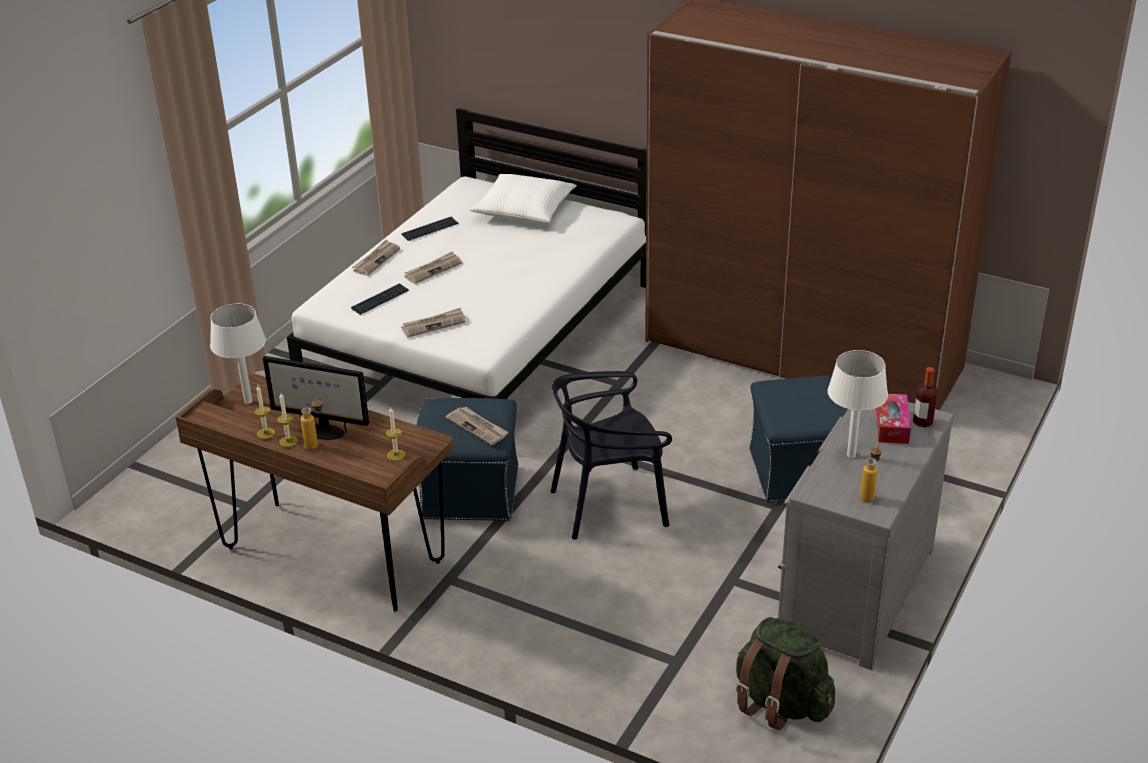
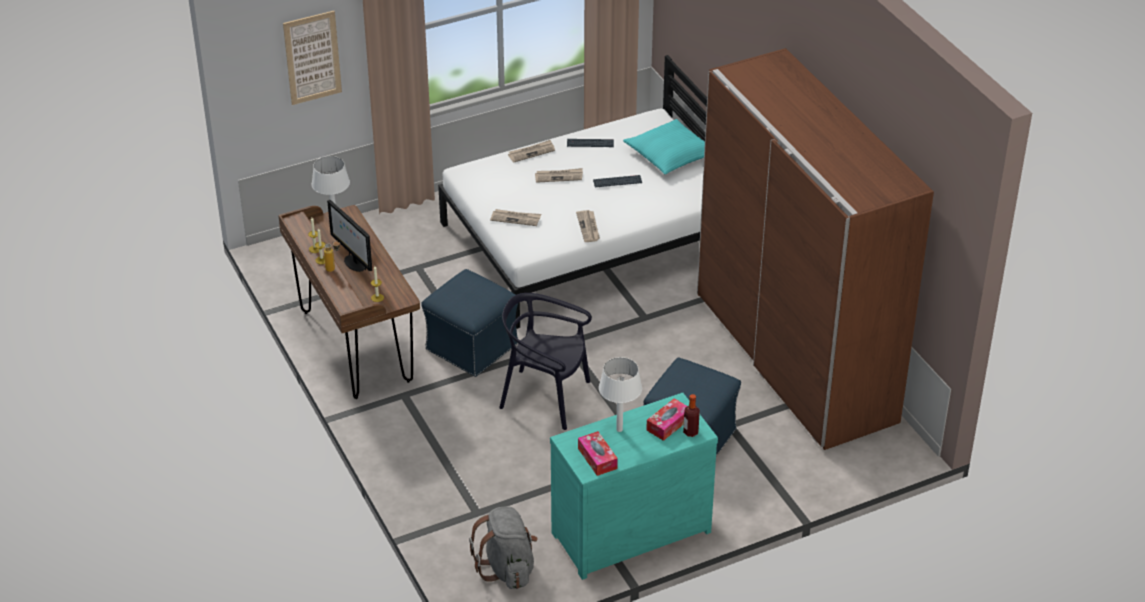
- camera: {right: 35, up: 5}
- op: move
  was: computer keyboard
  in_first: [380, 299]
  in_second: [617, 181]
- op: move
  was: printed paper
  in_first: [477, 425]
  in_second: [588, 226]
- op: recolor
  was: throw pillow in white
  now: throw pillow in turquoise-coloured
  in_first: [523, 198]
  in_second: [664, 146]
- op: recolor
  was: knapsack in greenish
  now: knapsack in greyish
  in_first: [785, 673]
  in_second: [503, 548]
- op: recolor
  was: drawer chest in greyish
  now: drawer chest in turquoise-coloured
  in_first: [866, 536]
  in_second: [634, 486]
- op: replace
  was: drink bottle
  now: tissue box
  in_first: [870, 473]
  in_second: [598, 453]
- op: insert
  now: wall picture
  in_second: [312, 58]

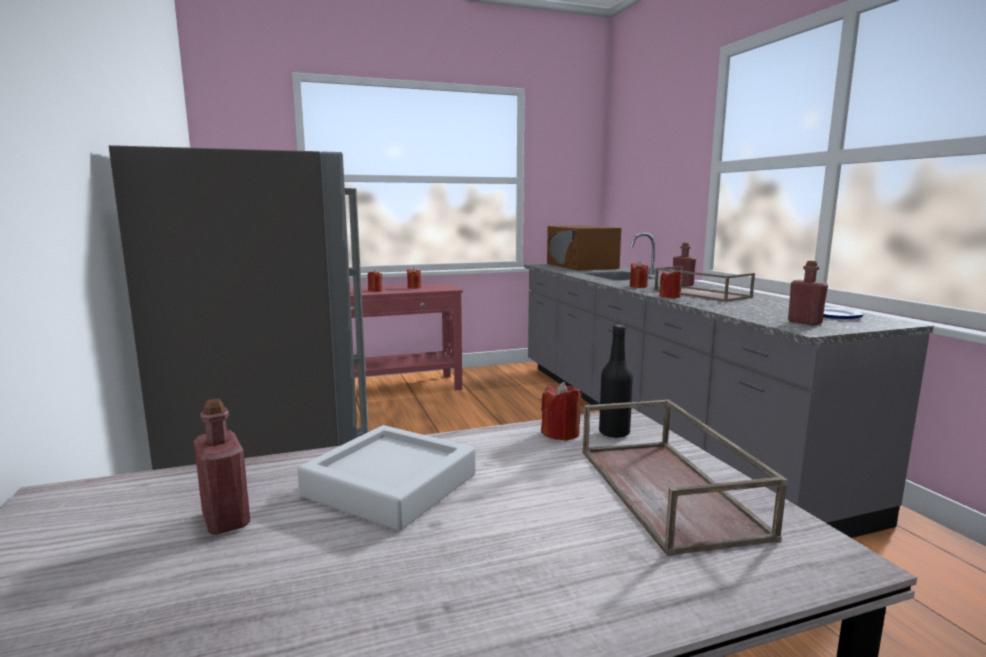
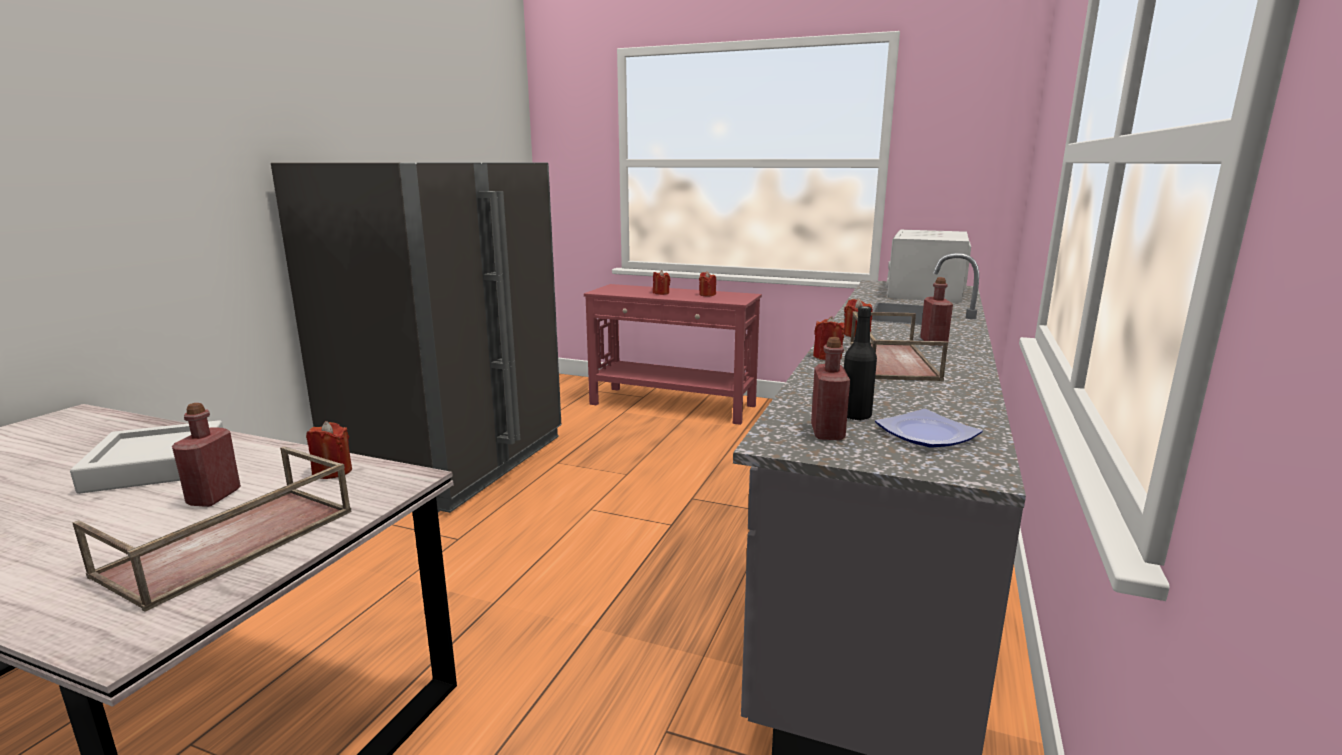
- camera: {right: 40, up: 5}
- op: move
  was: drink bottle in red
  in_first: [222, 467]
  in_second: [206, 455]
- op: recolor
  was: kitchen microwave in brownish
  now: kitchen microwave in white
  in_first: [584, 248]
  in_second: [929, 266]
- op: move
  was: drink bottle in black
  in_first: [616, 381]
  in_second: [860, 363]

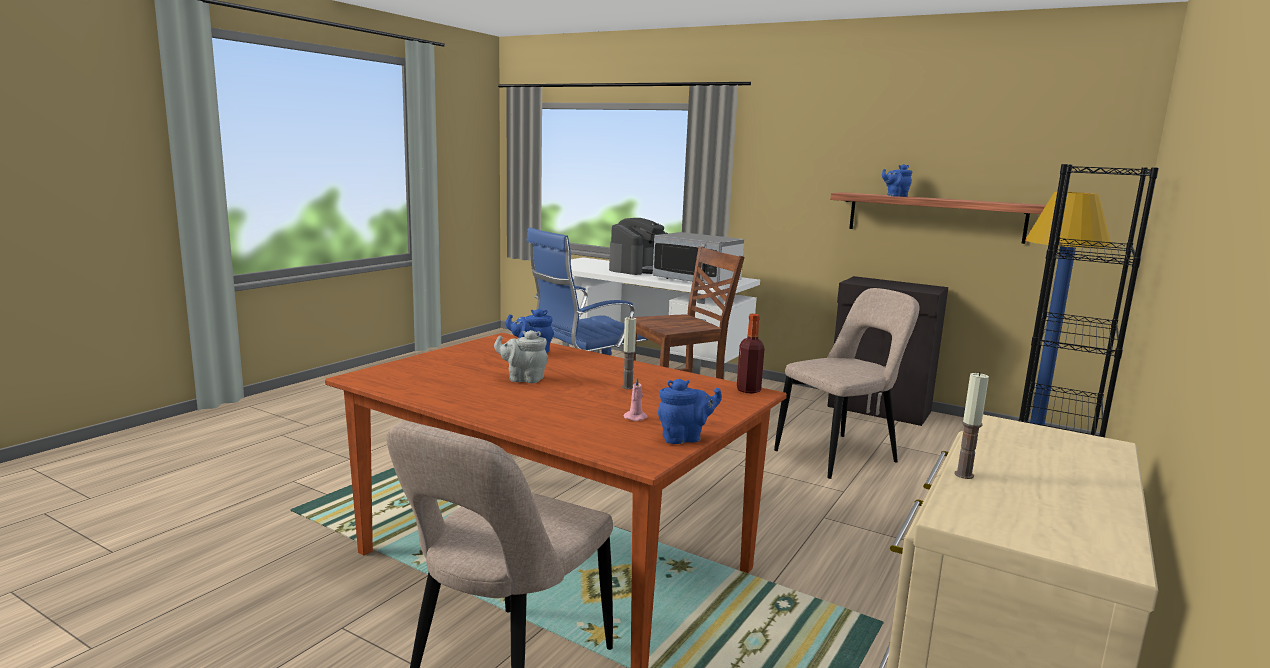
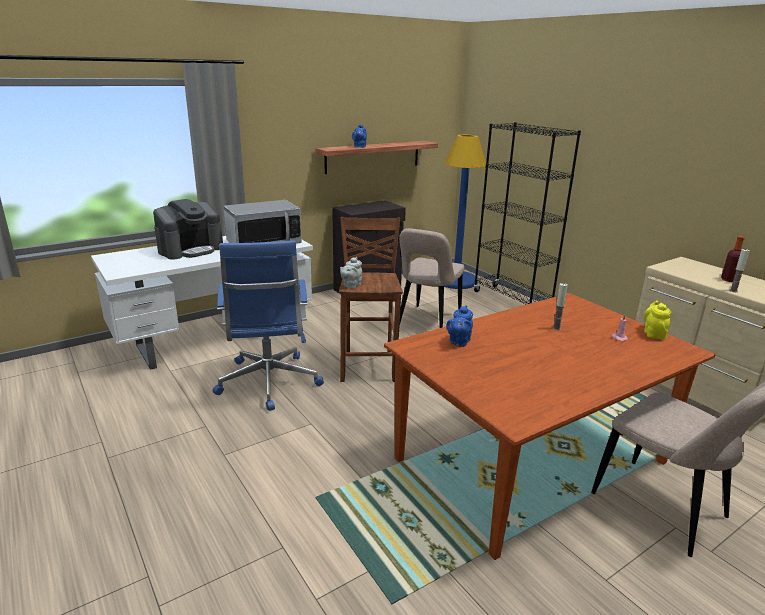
- camera: {right: -65, up: 10}
- op: move
  was: teapot in greyish
  in_first: [521, 356]
  in_second: [351, 273]
- op: rotate
  was: coffee machine
  in_first: [638, 246]
  in_second: [188, 229]
  clockwise: 75
- op: recolor
  was: teapot in blue-coloured
  now: teapot in yellow
  in_first: [690, 411]
  in_second: [657, 319]
- op: move
  was: drink bottle
  in_first: [751, 353]
  in_second: [733, 259]
- op: rotate
  was: upright chair in sand-coloured
  in_first: [846, 383]
  in_second: [431, 278]
  clockwise: -150

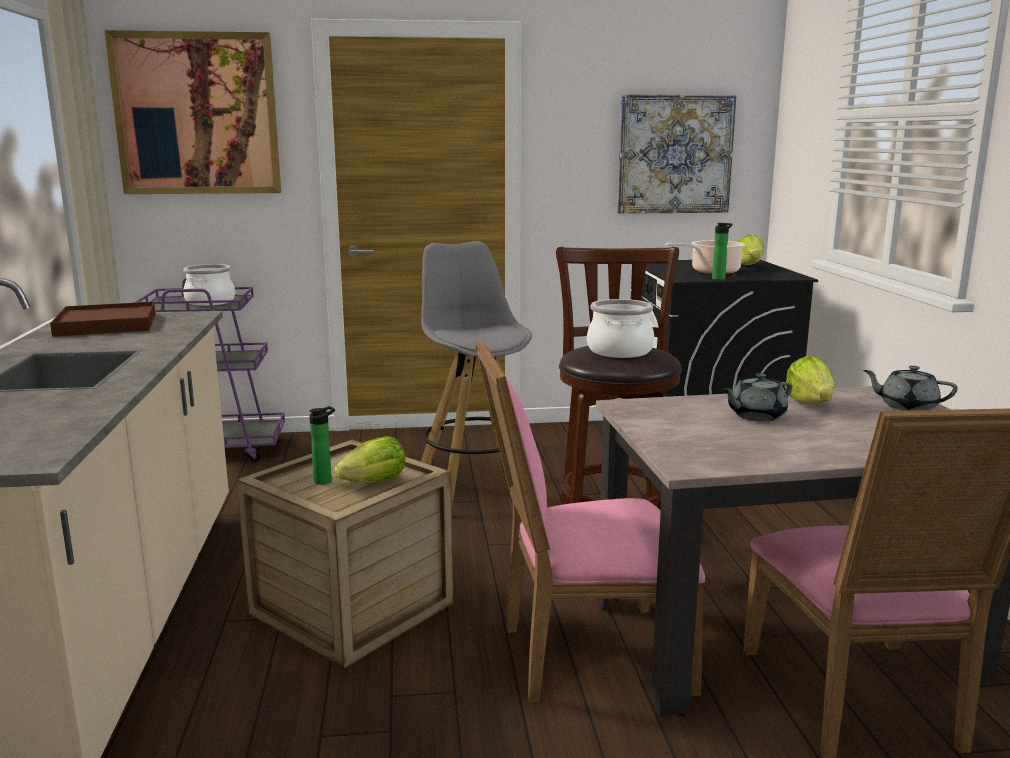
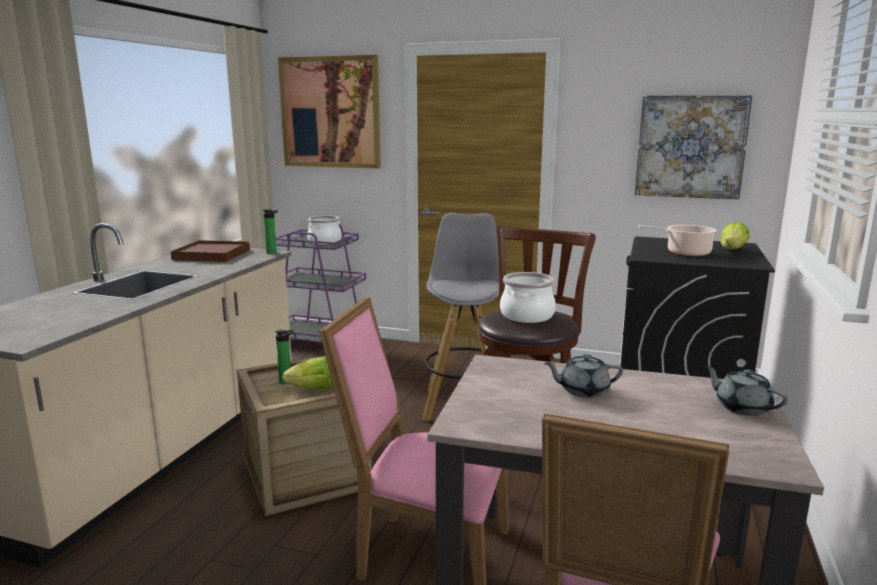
- camera: {right: 25, up: 0}
- op: move
  was: drink bottle
  in_first: [722, 251]
  in_second: [270, 232]
- op: delete
  was: lettuce
  in_first: [810, 380]

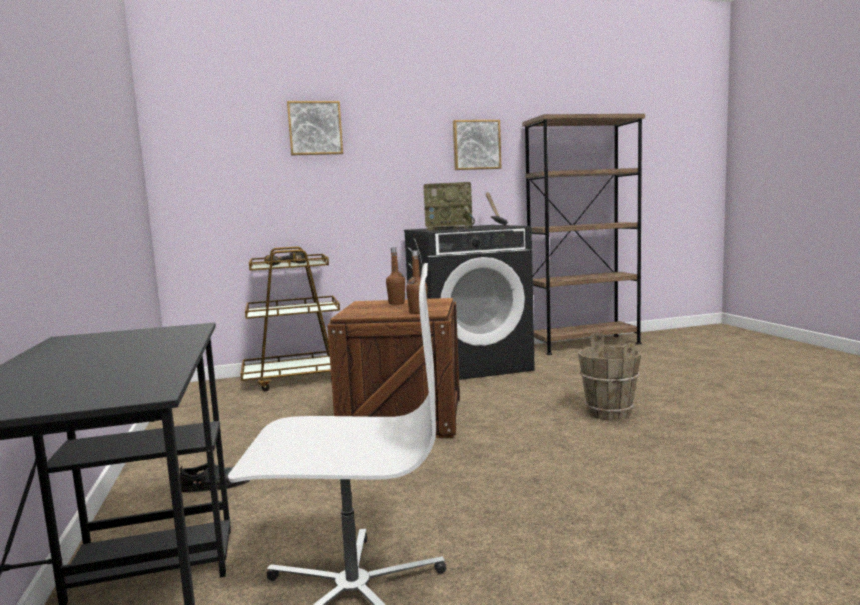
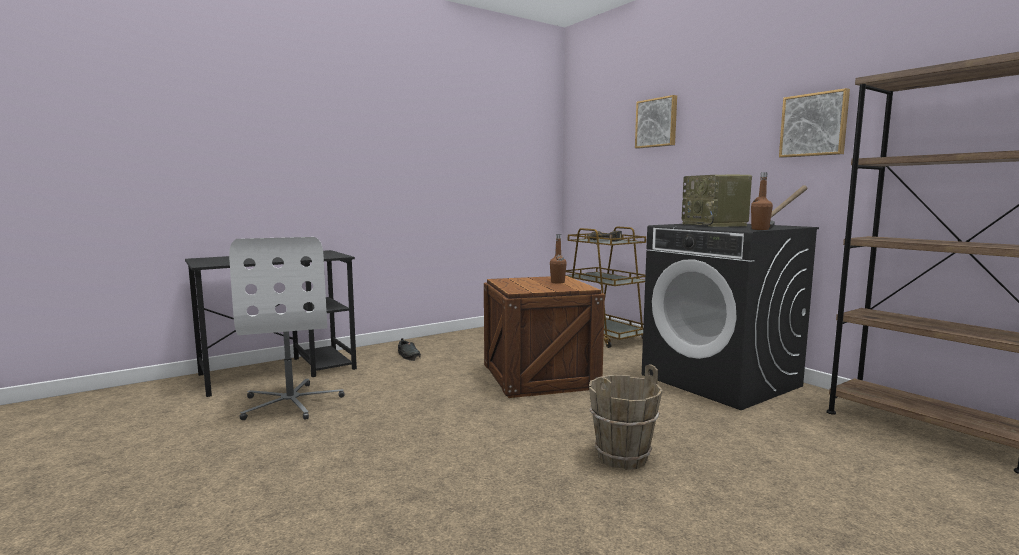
- camera: {right: 70, up: 0}
- op: move
  was: drink bottle in brownish
  in_first: [417, 282]
  in_second: [762, 201]

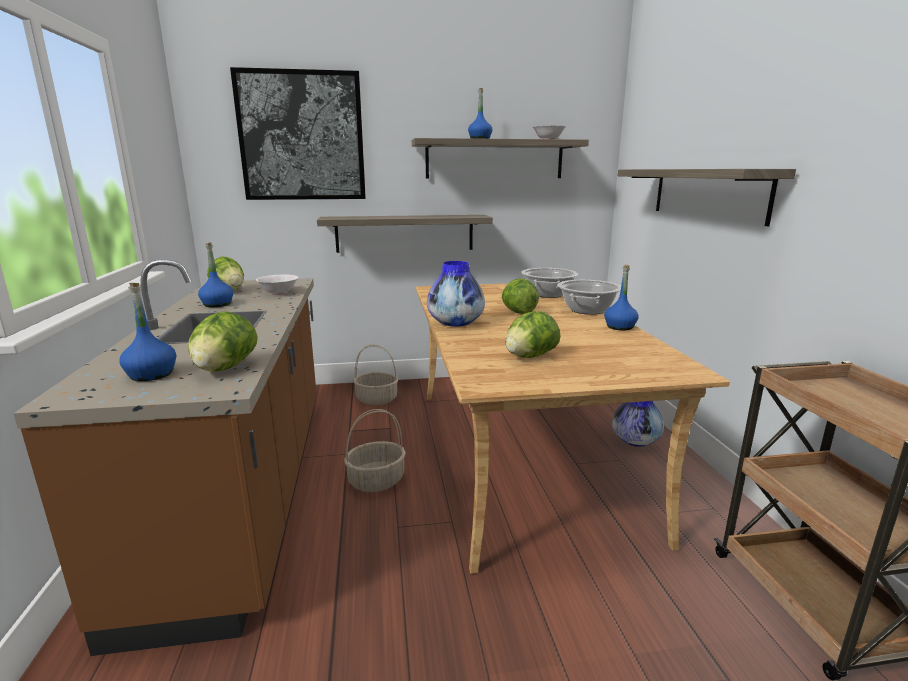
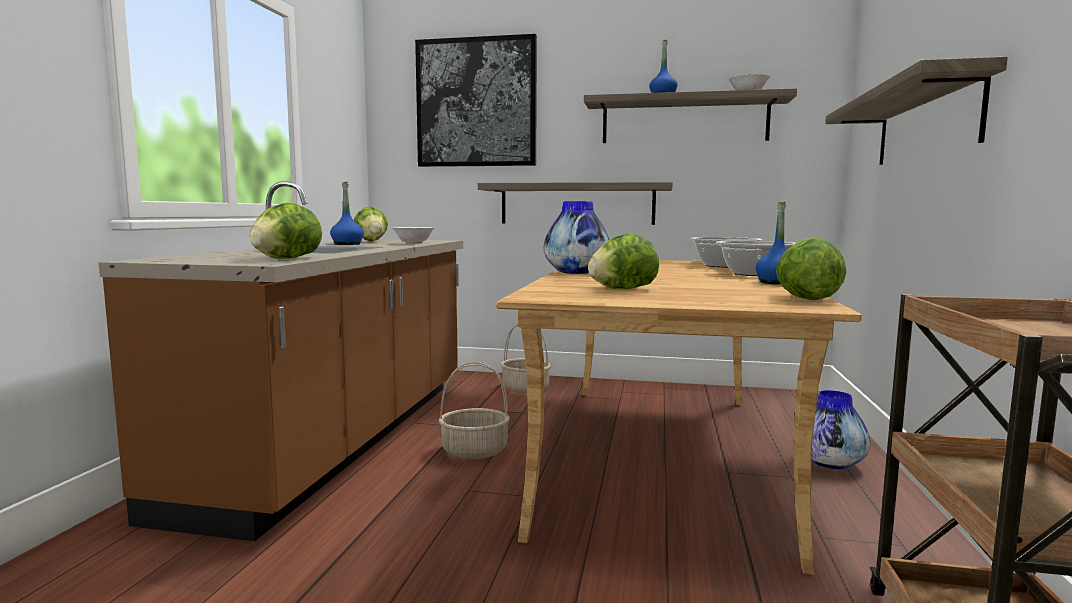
- camera: {right: 20, up: -10}
- op: delete
  was: drink bottle in blue-coloured
  in_first: [147, 332]
- op: move
  was: lettuce
  in_first: [520, 296]
  in_second: [811, 268]

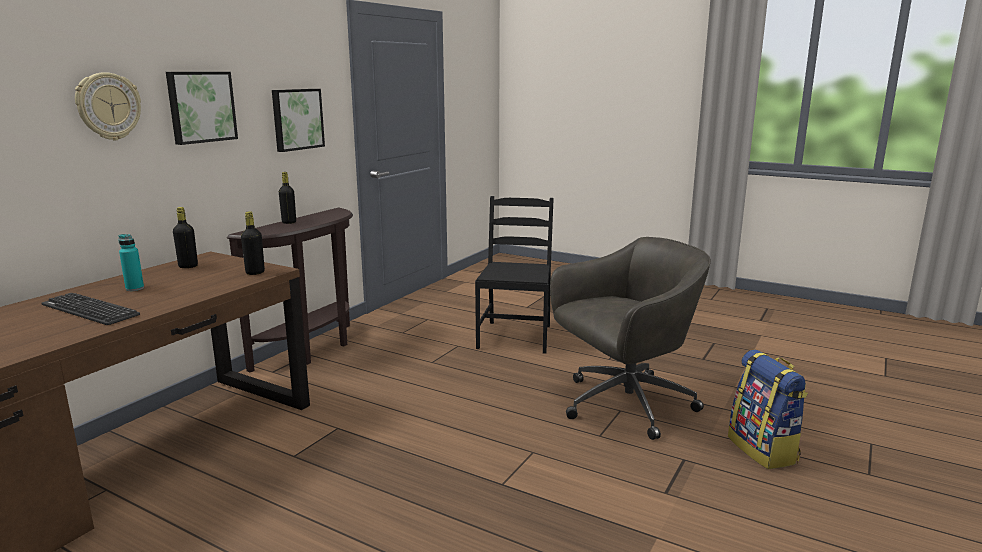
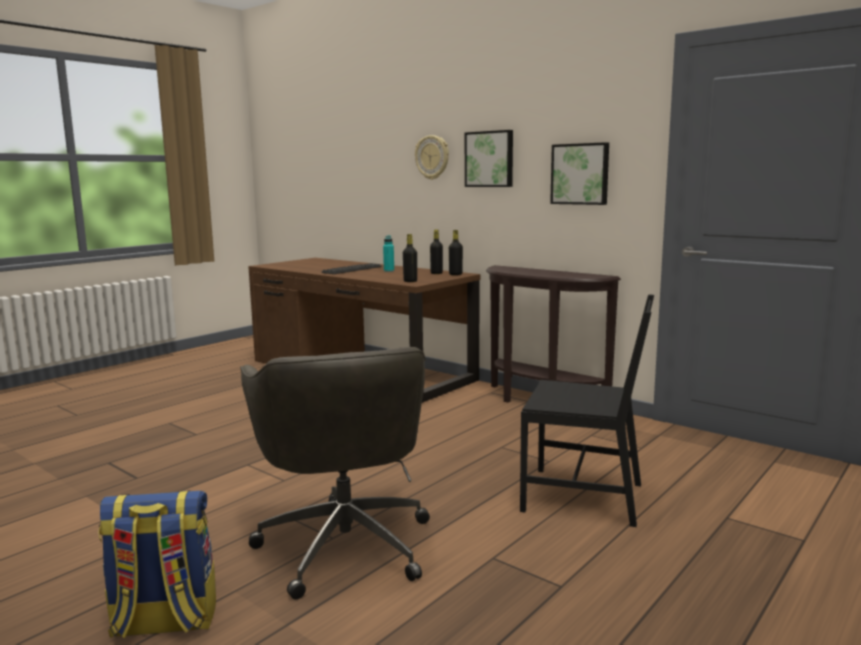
- camera: {right: 100, up: -5}
- op: move
  was: drink bottle in black
  in_first: [287, 198]
  in_second: [456, 252]

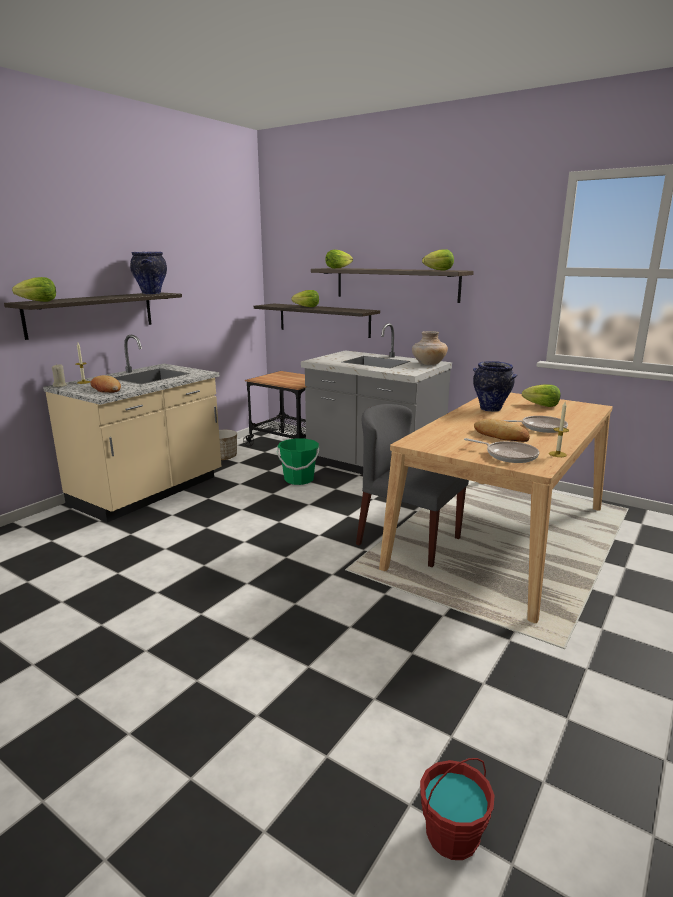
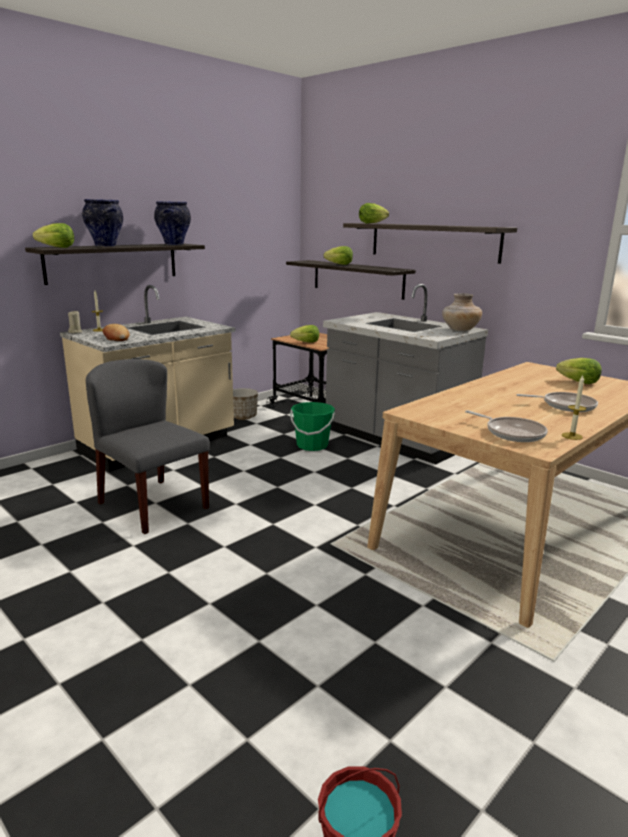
- camera: {right: 10, up: 0}
- op: move
  was: upright chair in greyish
  in_first: [412, 485]
  in_second: [148, 446]
- op: move
  was: lettuce
  in_first: [438, 259]
  in_second: [304, 334]
- op: move
  was: decorative vase
  in_first: [495, 386]
  in_second: [102, 223]
- op: delete
  was: baked bread
  in_first: [502, 430]

